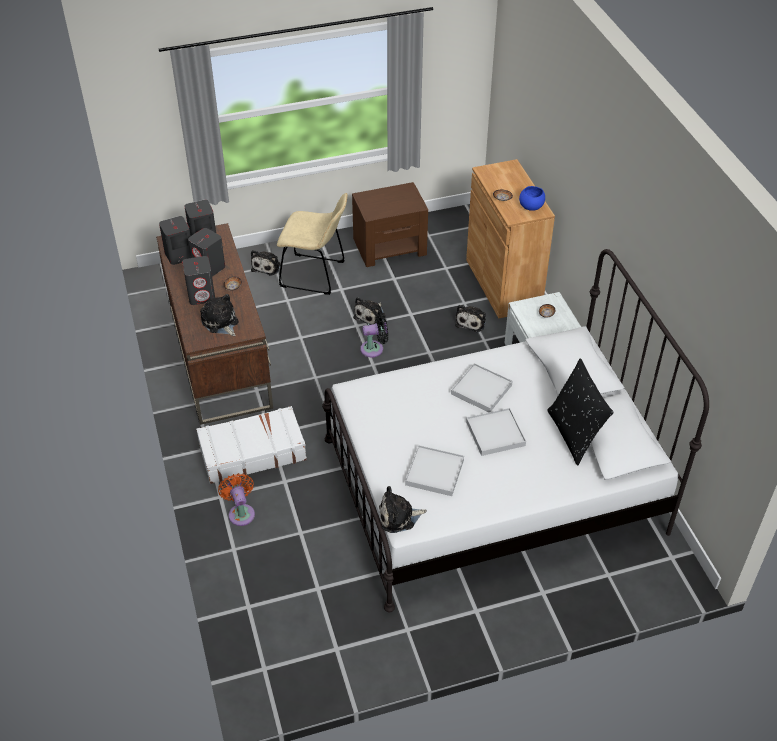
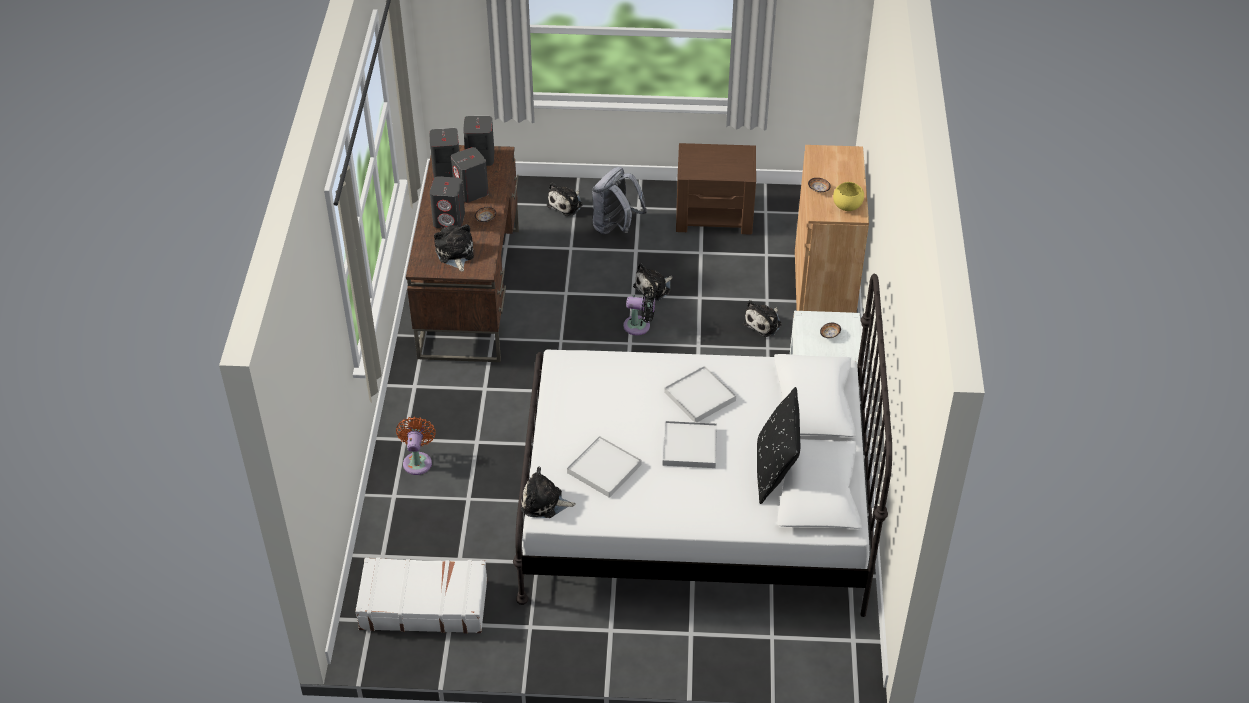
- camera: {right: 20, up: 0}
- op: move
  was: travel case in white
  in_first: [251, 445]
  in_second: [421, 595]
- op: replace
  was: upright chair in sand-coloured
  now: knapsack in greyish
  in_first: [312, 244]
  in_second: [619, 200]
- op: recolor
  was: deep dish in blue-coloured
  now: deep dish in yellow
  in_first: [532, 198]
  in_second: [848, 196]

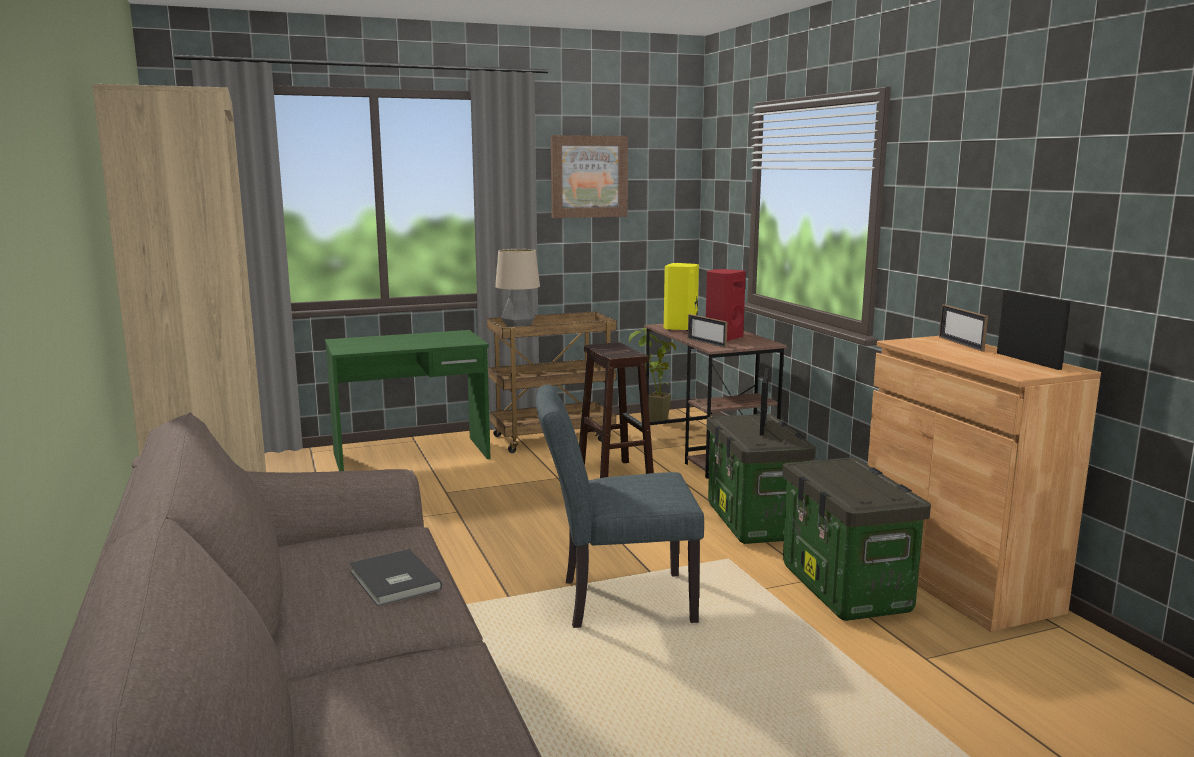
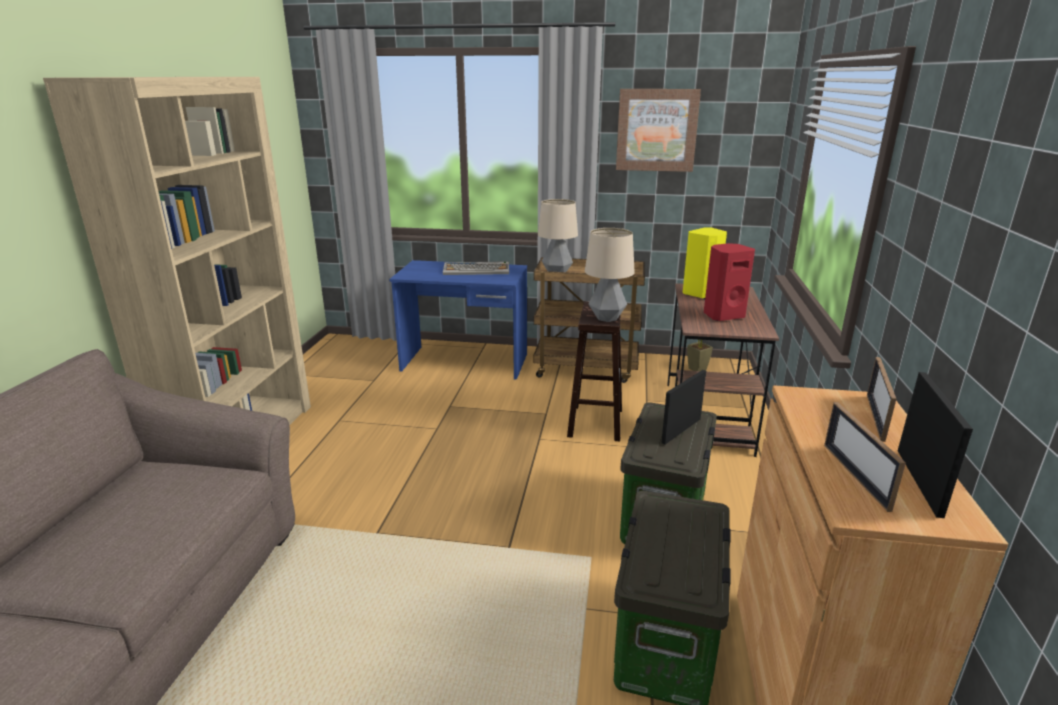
- camera: {right: 30, up: 10}
- op: recolor
  was: desk unit in greenish
  now: desk unit in blue-coloured
  in_first: [408, 400]
  in_second: [458, 320]
- op: delete
  was: volume in greyish
  in_first: [395, 577]
- op: delete
  was: upright chair in greyish
  in_first: [620, 506]
- op: move
  was: picture frame
  in_first: [707, 331]
  in_second: [865, 457]
- op: insert
  now: computer keyboard
  in_second: [476, 268]
- op: insert
  now: tabletop lamp
  in_second: [610, 275]

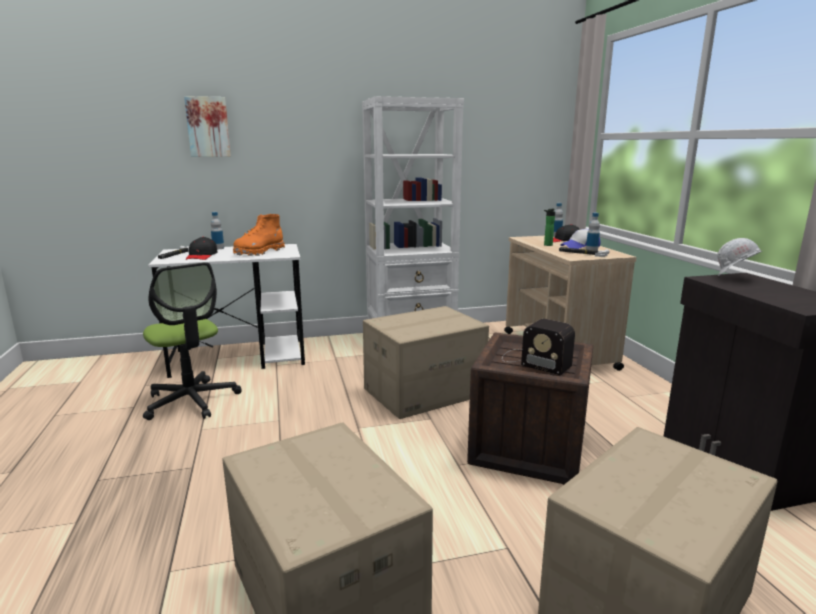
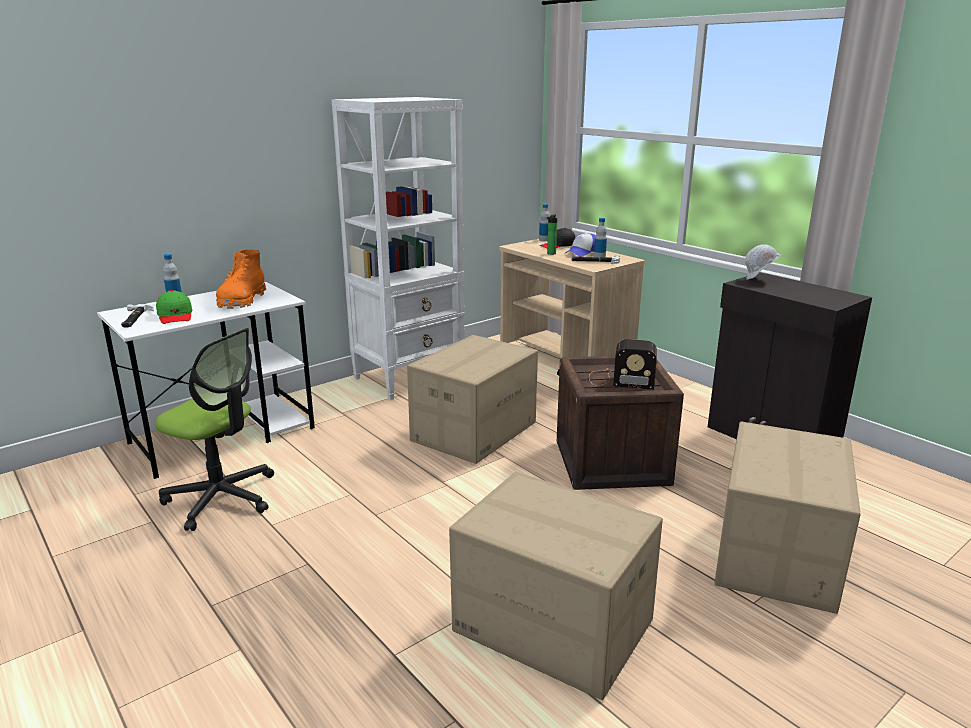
- camera: {right: -25, up: 5}
- op: delete
  was: wall picture
  in_first: [207, 126]
- op: recolor
  was: baseball cap in black
  now: baseball cap in greenish
  in_first: [201, 248]
  in_second: [174, 307]

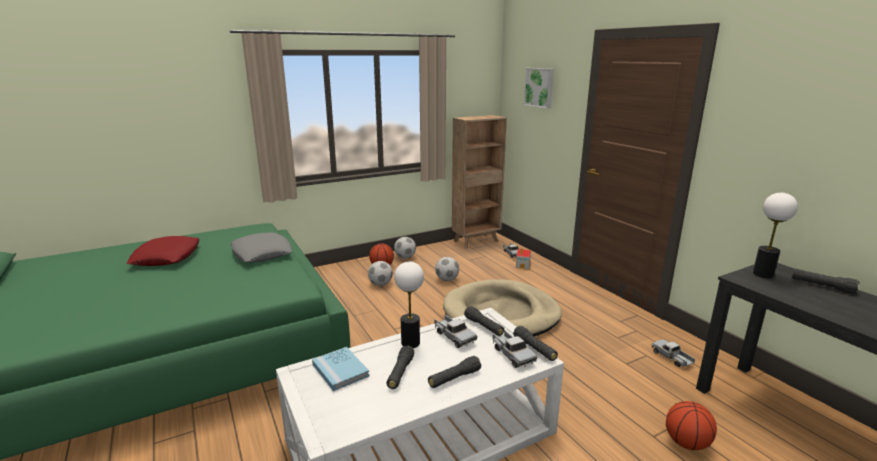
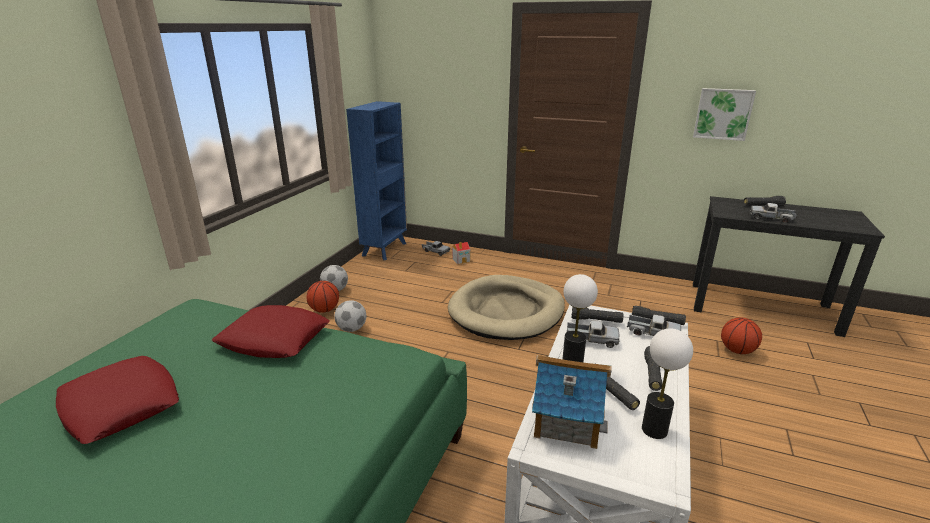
- camera: {right: -40, up: 5}
- op: recolor
  was: throw pillow in greyish
  now: throw pillow in red
  in_first: [261, 247]
  in_second: [271, 331]
- op: replace
  was: volume in blue-coloured
  now: model house
  in_first: [340, 369]
  in_second: [572, 402]
- op: delete
  was: ball for football
  in_first: [447, 269]
- op: recolor
  was: bookcase in brownish
  now: bookcase in blue-coloured
  in_first: [479, 182]
  in_second: [376, 180]
- op: move
  was: wall picture
  in_first: [539, 88]
  in_second: [724, 114]
- op: move
  was: toy lorry
  in_first: [673, 353]
  in_second: [773, 213]
- op: move
  was: tabletop lamp
  in_first: [775, 235]
  in_second: [667, 383]

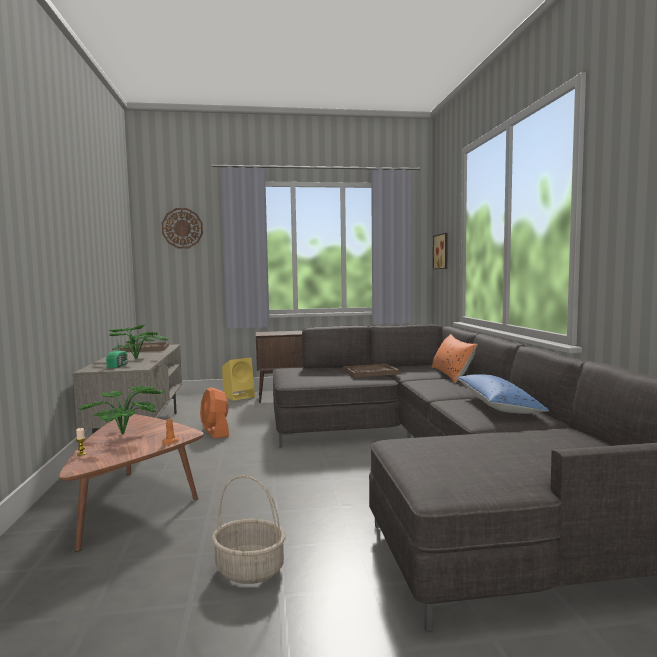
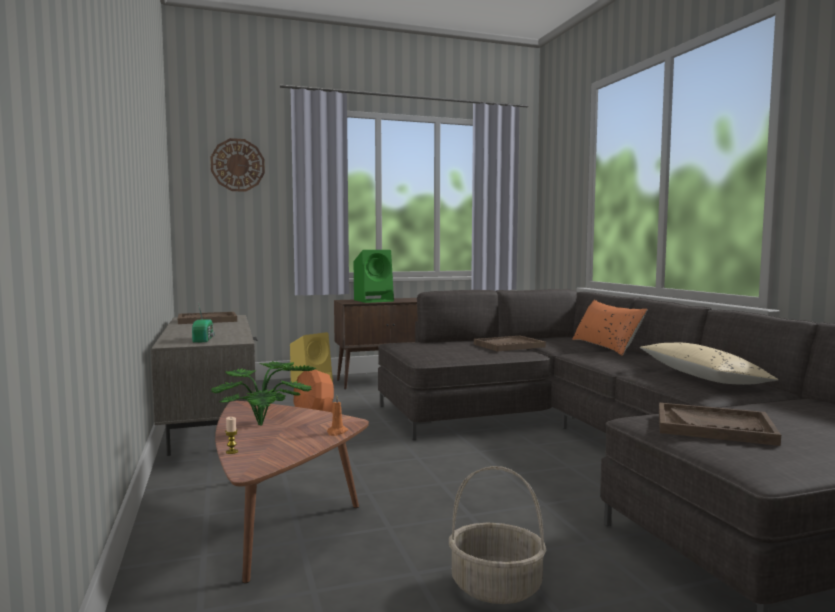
- camera: {right: -10, up: 0}
- op: delete
  was: potted plant
  in_first: [138, 341]
- op: delete
  was: wall picture
  in_first: [440, 251]
- op: recolor
  was: throw pillow in blue-coloured
  now: throw pillow in sand-coloured
  in_first: [502, 394]
  in_second: [709, 364]
- op: insert
  now: audio speaker in greenish
  in_second: [374, 276]
- op: insert
  now: tray in brownish
  in_second: [720, 424]

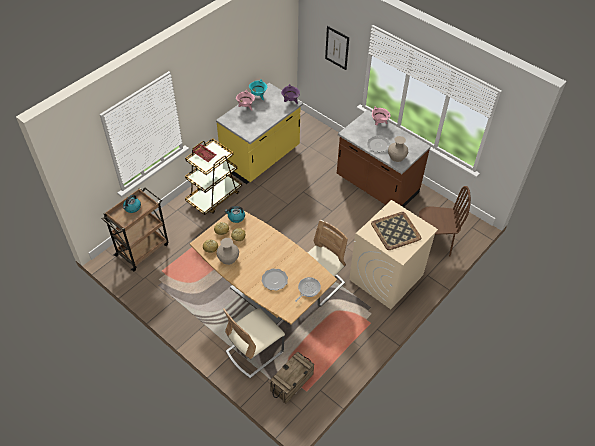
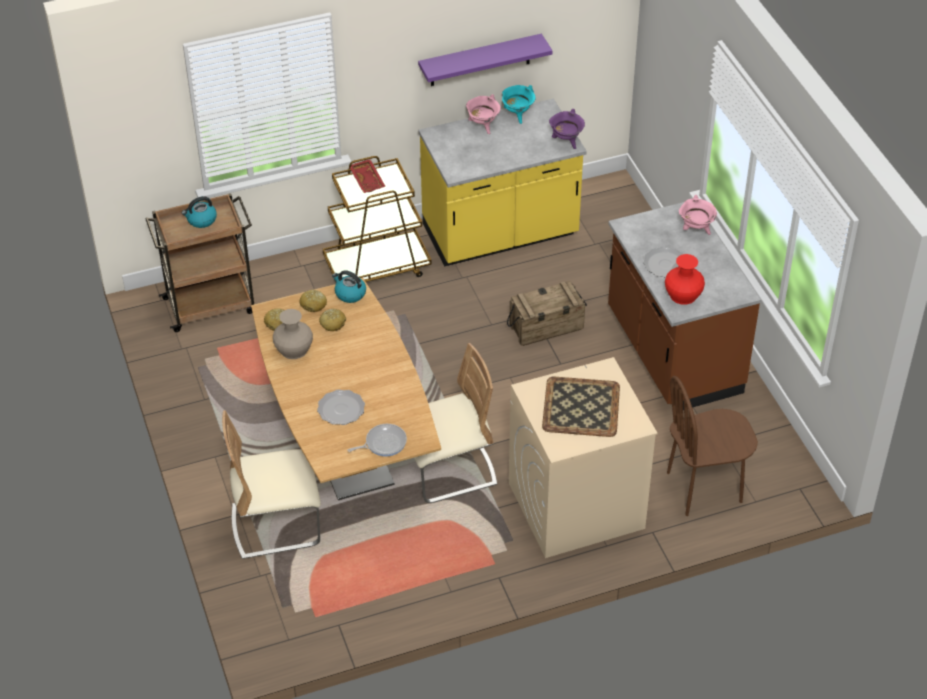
- camera: {right: 30, up: -5}
- op: move
  was: crate
  in_first: [292, 378]
  in_second: [547, 313]
- op: delete
  was: wall picture
  in_first: [337, 48]
- op: recolor
  was: decorative vase in sand-coloured
  now: decorative vase in red
  in_first: [398, 149]
  in_second: [685, 279]
- op: rotate
  was: upright chair in brownish
  in_first: [445, 221]
  in_second: [712, 446]
  clockwise: 135
- op: insert
  now: wall shelf in purple-coloured
  in_second: [485, 60]

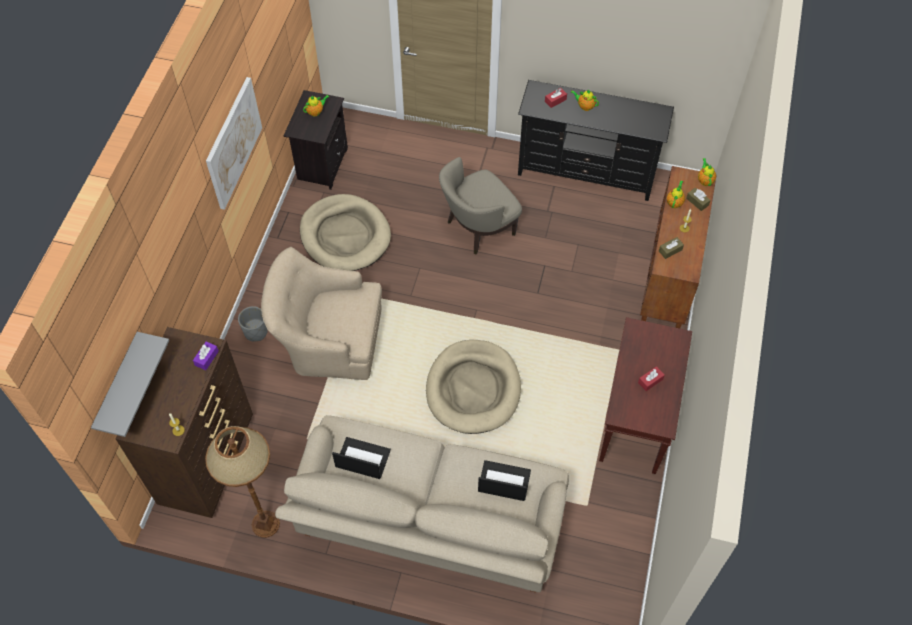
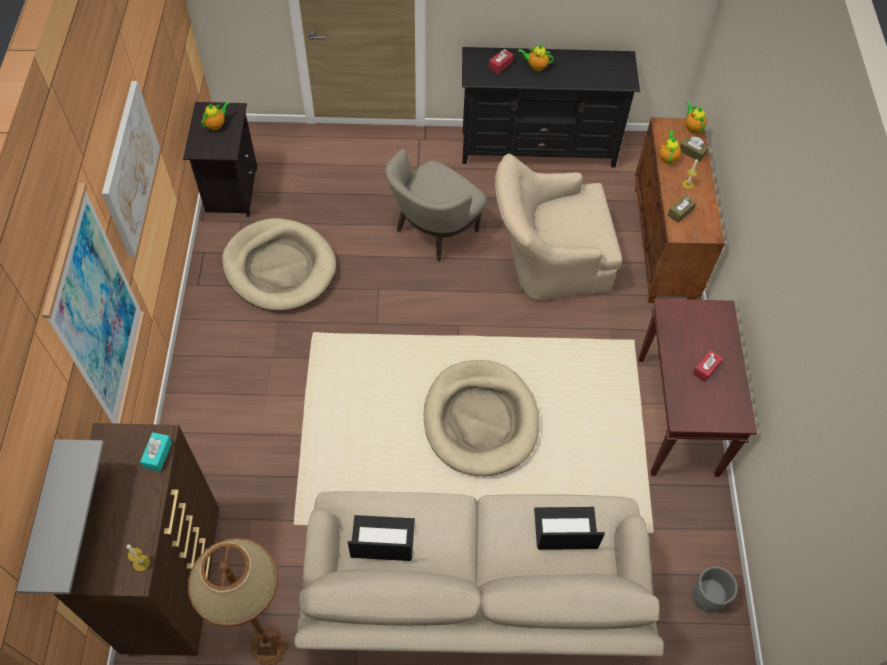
- camera: {right: -15, up: 0}
- op: recolor
  was: tissue box in purple-coloured
  now: tissue box in turquoise-coloured
  in_first: [206, 355]
  in_second: [156, 451]
- op: move
  was: flower pot in greyish
  in_first: [253, 324]
  in_second: [714, 589]
- op: move
  was: easy chair in sand-coloured
  in_first: [321, 313]
  in_second: [558, 227]
- op: insert
  now: wall picture
  in_second: [93, 303]

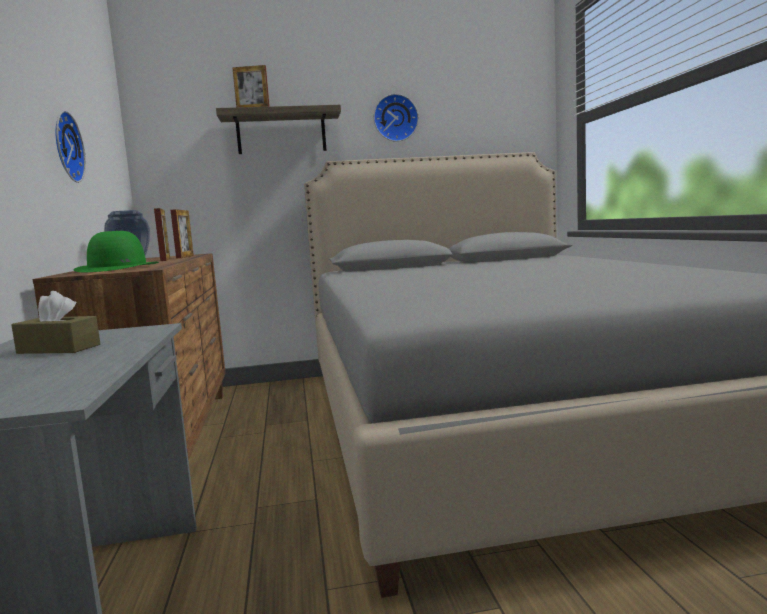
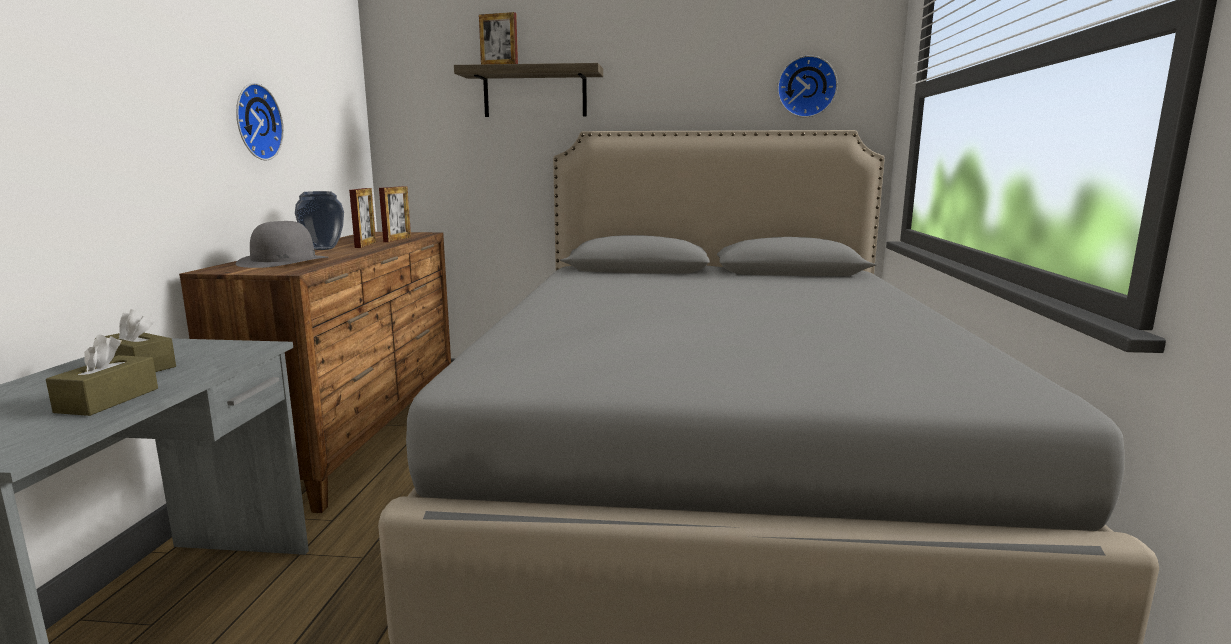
- camera: {right: 15, up: 5}
- op: recolor
  was: hat in greenish
  now: hat in greyish
  in_first: [116, 251]
  in_second: [282, 244]
- op: move
  was: wall clock
  in_first: [396, 118]
  in_second: [807, 86]
- op: insert
  now: tissue box in brownish
  in_second: [102, 375]

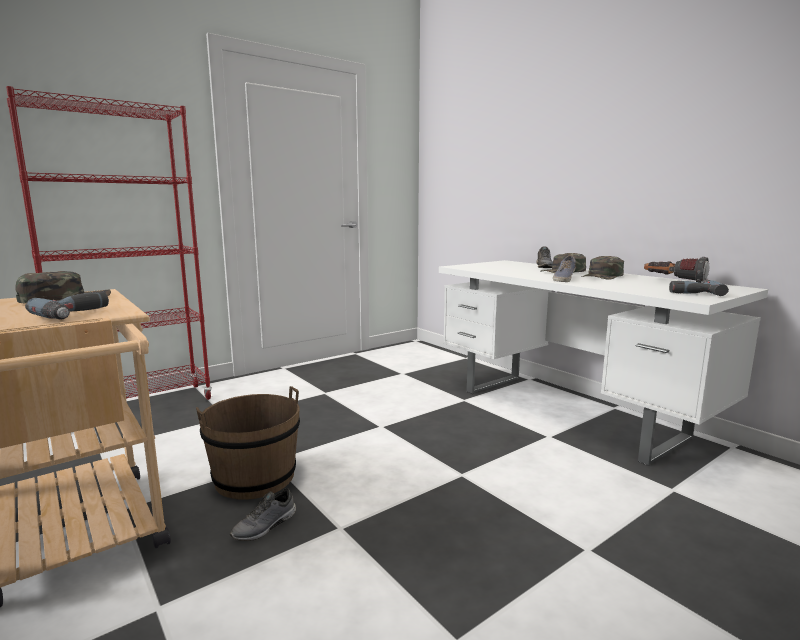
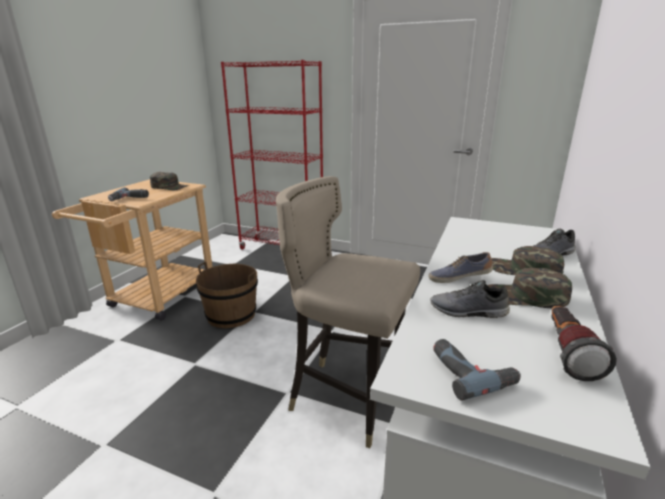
- camera: {right: 60, up: 10}
- op: move
  was: shoe in greyish
  in_first: [263, 514]
  in_second: [470, 299]
- op: insert
  now: stool seat in sand-coloured
  in_second: [348, 312]

